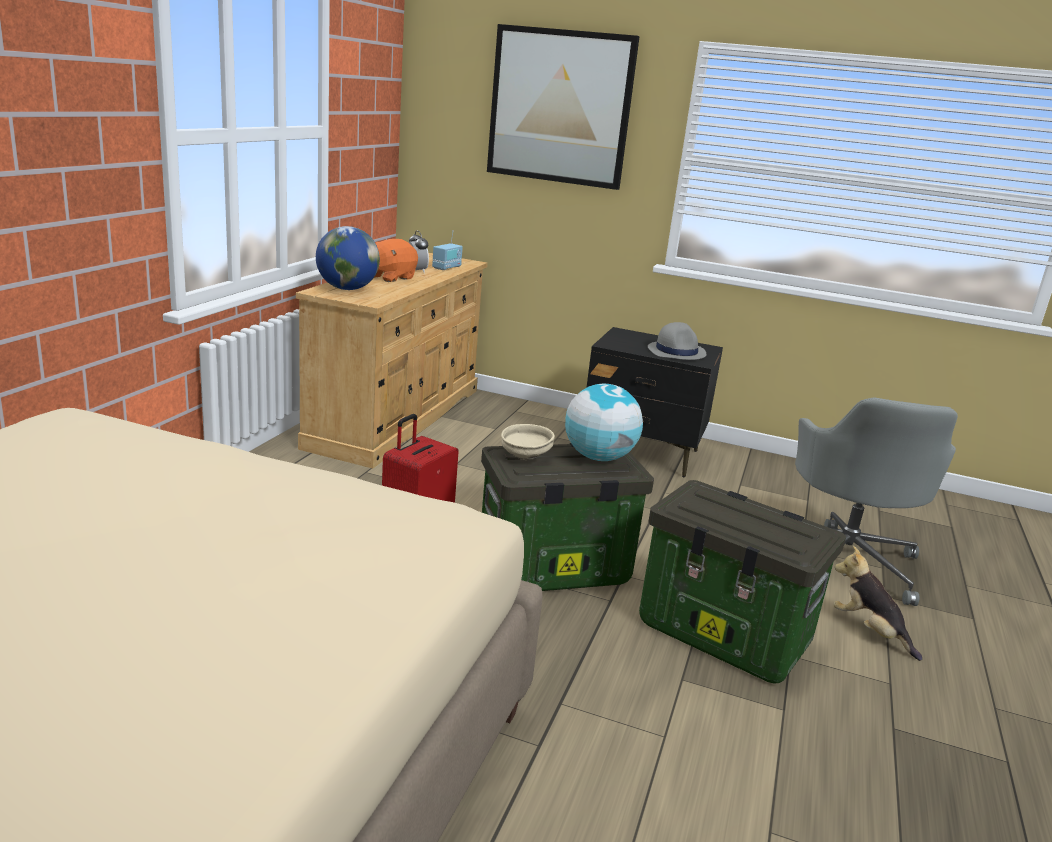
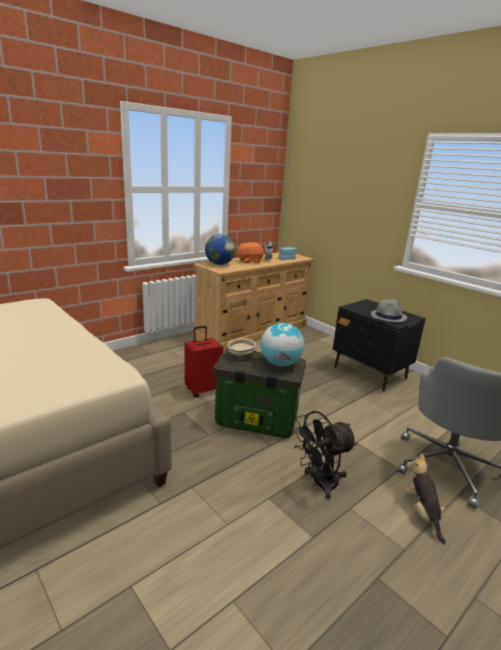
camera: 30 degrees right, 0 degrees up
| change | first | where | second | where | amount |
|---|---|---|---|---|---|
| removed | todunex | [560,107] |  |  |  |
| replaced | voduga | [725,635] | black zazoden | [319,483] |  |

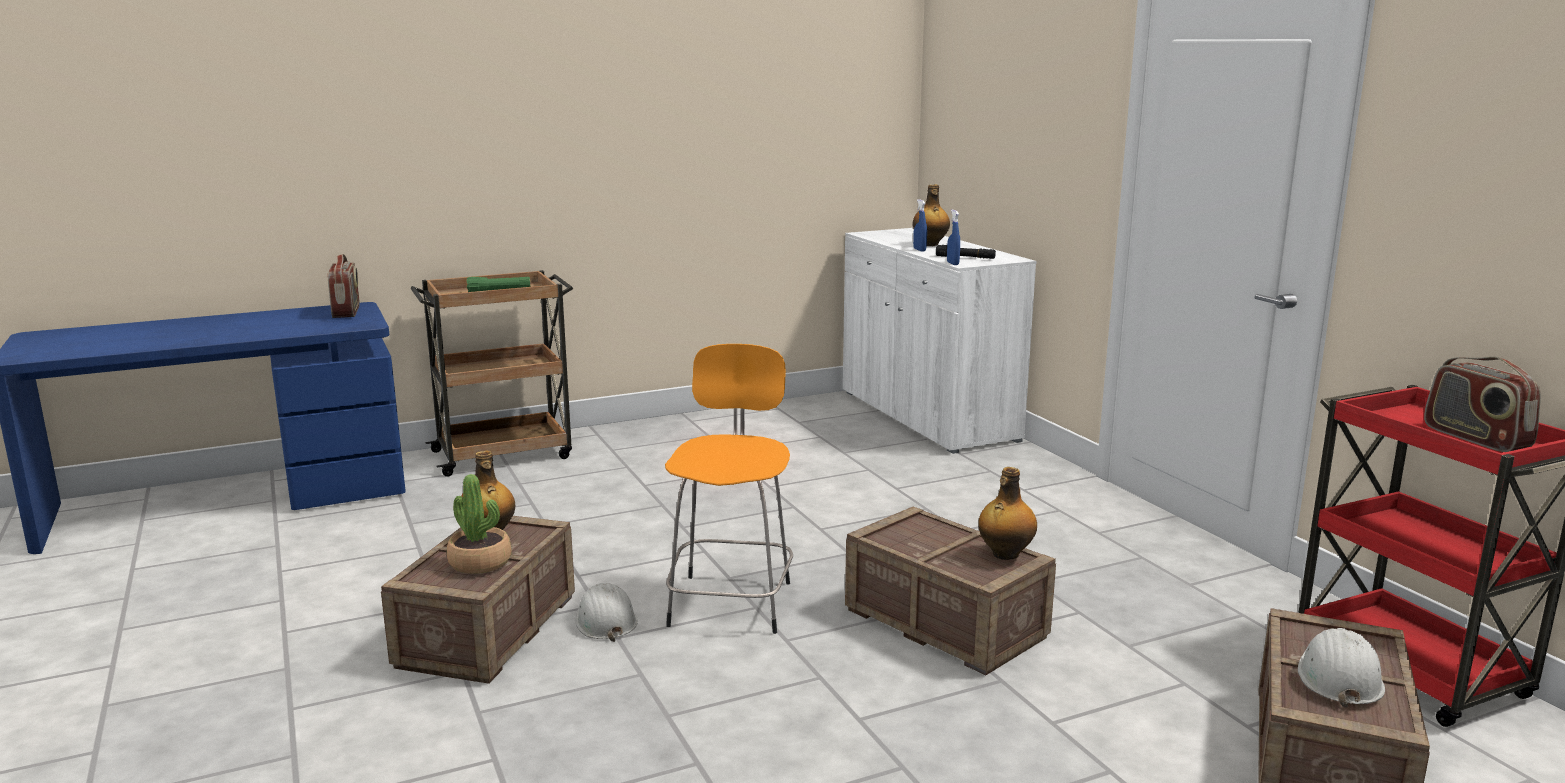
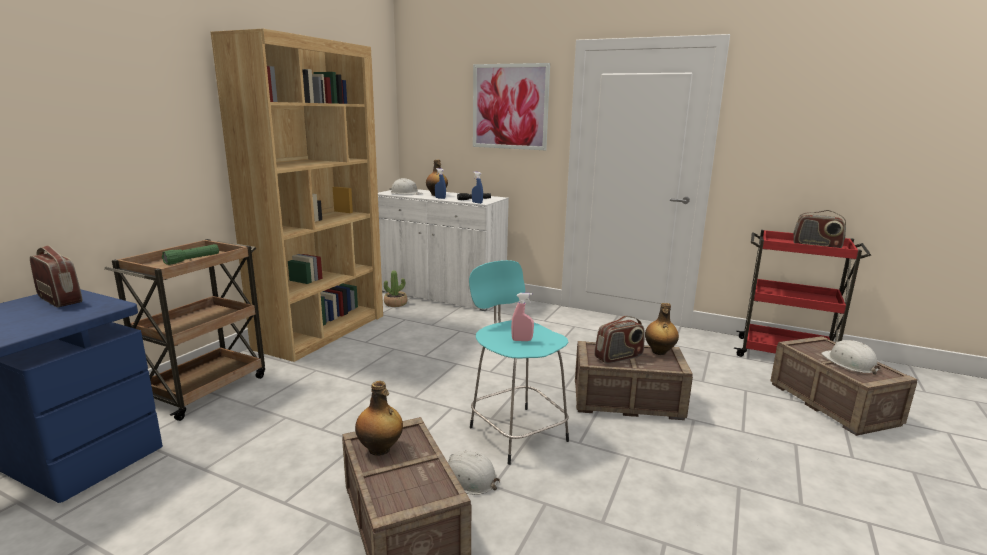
camera: 40 degrees left, 0 degrees up
| change | first | where | second | where | amount |
|---|---|---|---|---|---|
| moved | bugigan | [480,562] |  | [395,303] |  |
| recoloured | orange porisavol | [731,601] | turquoise porisavol | [516,432] |  |
| added |  |  | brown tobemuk | [322,331] |  |
| added |  |  | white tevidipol | [405,193] |  |
| added |  |  | todunex | [510,107] |  |
| added |  |  | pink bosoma | [522,340] |  |
| added |  |  | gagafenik | [619,357] |  |

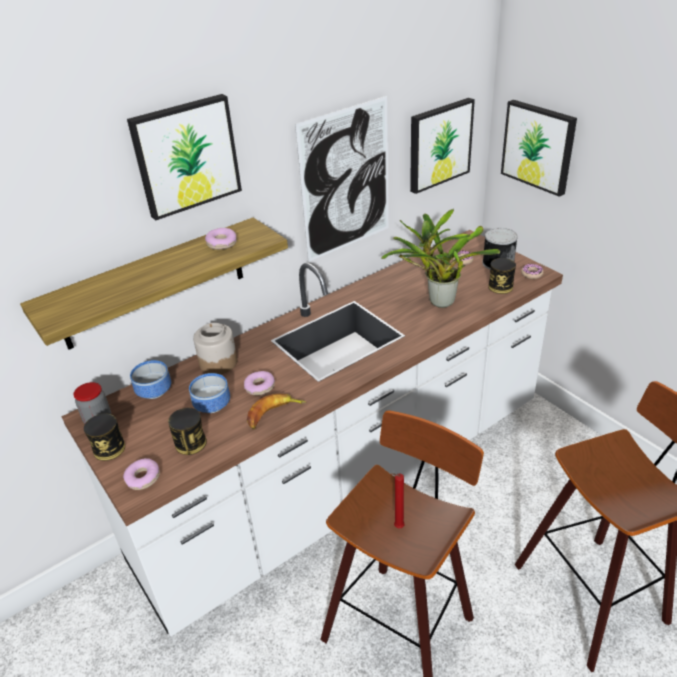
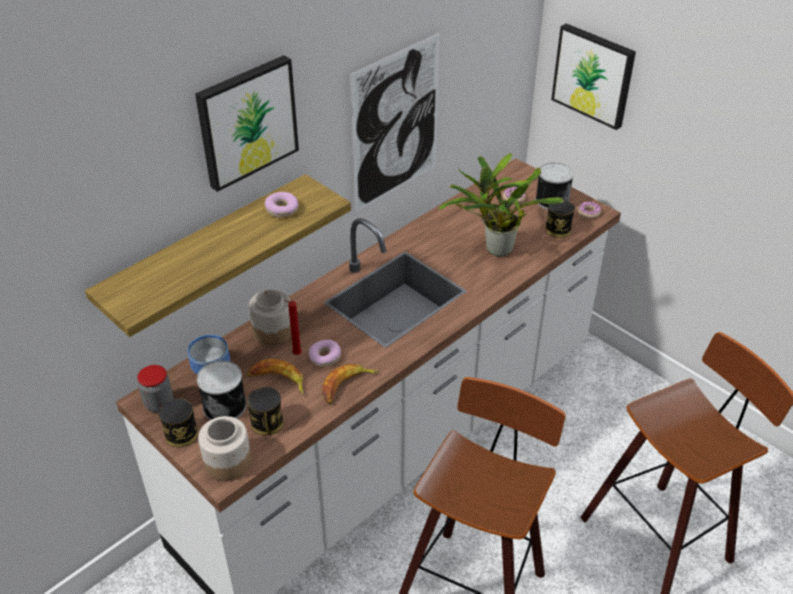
camera: 10 degrees left, 5 degrees up
| change | first | where | second | where | amount |
|---|---|---|---|---|---|
| replaced | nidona | [143,478] | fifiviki | [227,463] |  |
| replaced | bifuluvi | [210,406] | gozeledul | [277,381] |  |
| moved | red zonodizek | [397,527] |  | [295,355] |  |
| removed | todunex | [439,144] |  |  |  |
| added |  |  | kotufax | [225,405] |  |

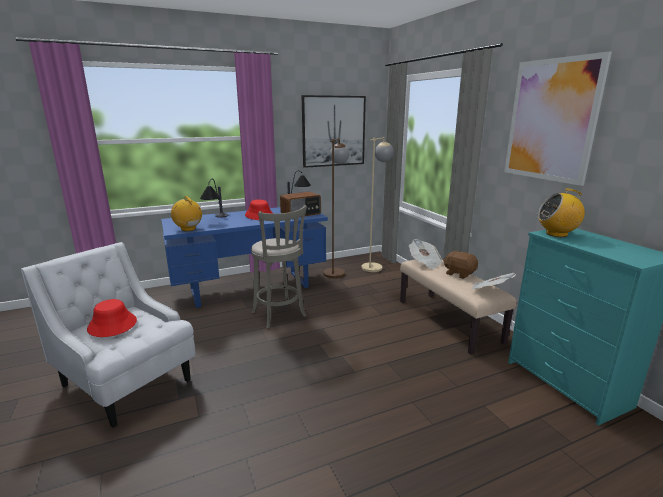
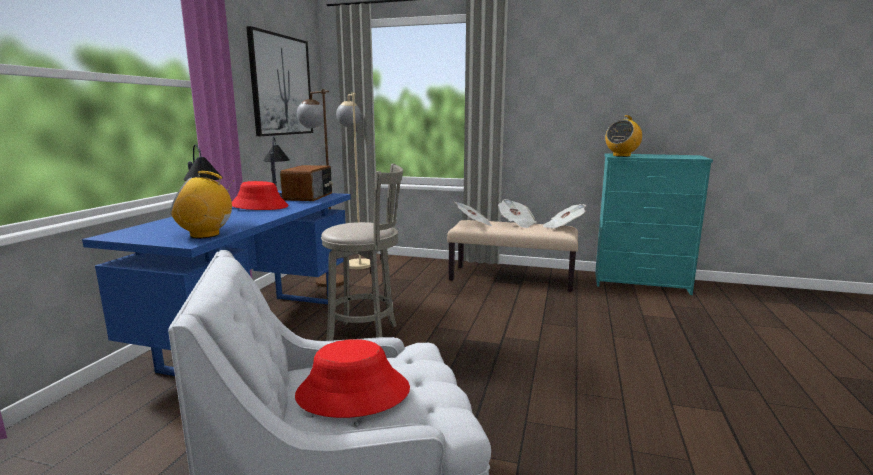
camera: 50 degrees left, 5 degrees down
| change | first | where | second | where | amount |
|---|---|---|---|---|---|
| replaced | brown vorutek | [459,274] | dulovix | [516,224] |  |
| removed | todunex | [551,120] |  |  |  |

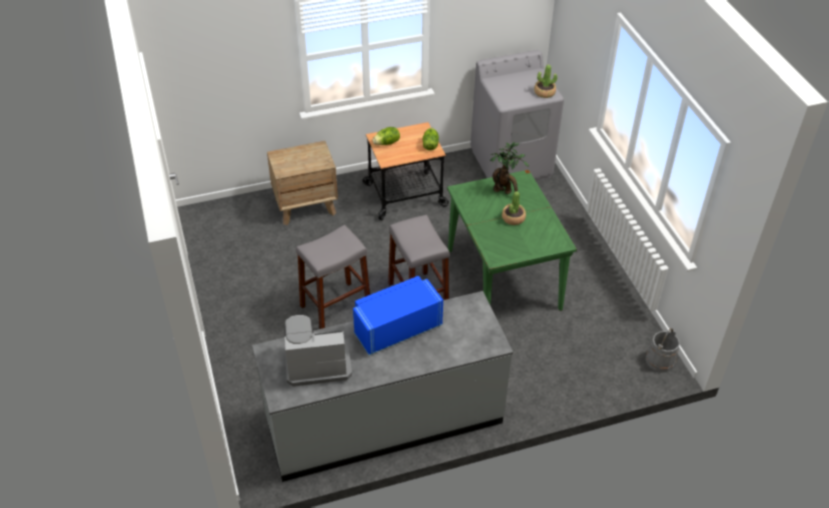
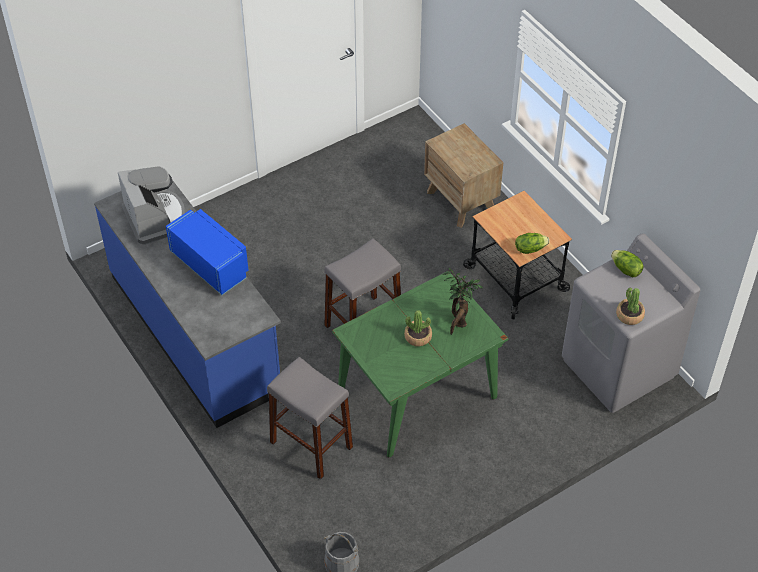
camera: 75 degrees right, 5 degrees up
| change | first | where | second | where | amount |
|---|---|---|---|---|---|
| recoloured | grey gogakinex | [384,420] | blue gogakinex | [196,333] |  |
| moved | grey porisavol | [335,306] |  | [311,444] |  |
| moved | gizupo | [387,143] |  | [625,270] |  |

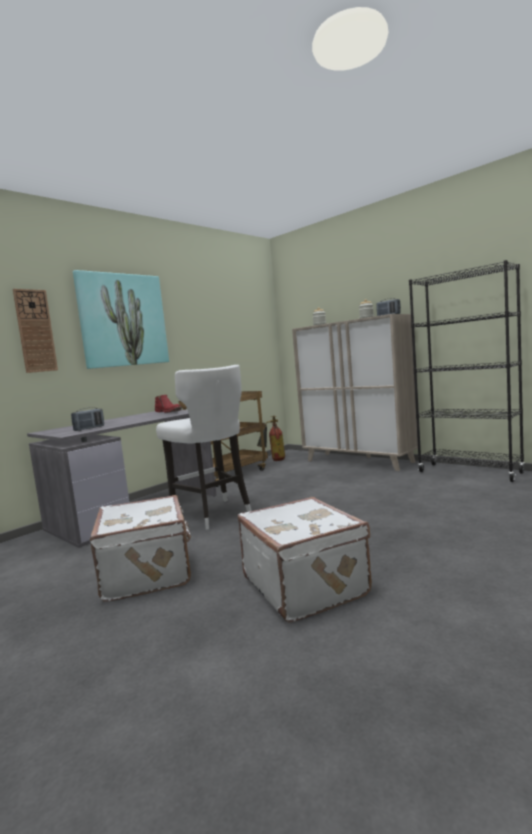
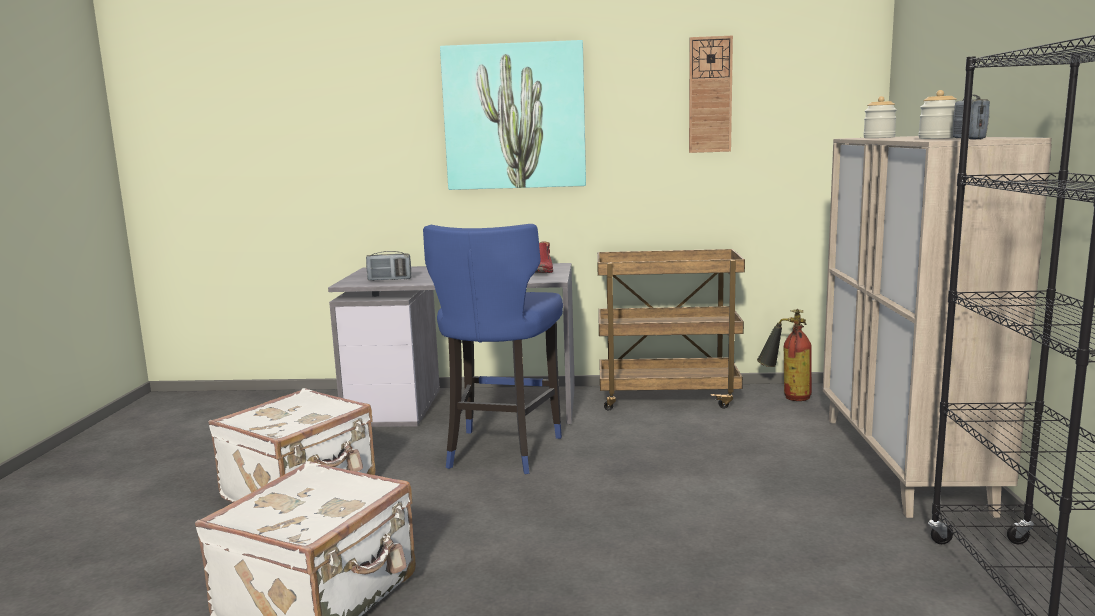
camera: 50 degrees right, 5 degrees up
| change | first | where | second | where | amount |
|---|---|---|---|---|---|
| moved | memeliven | [35,331] |  | [710,95] |  |
| recoloured | white porisavol | [212,514] | blue porisavol | [501,450] |  |

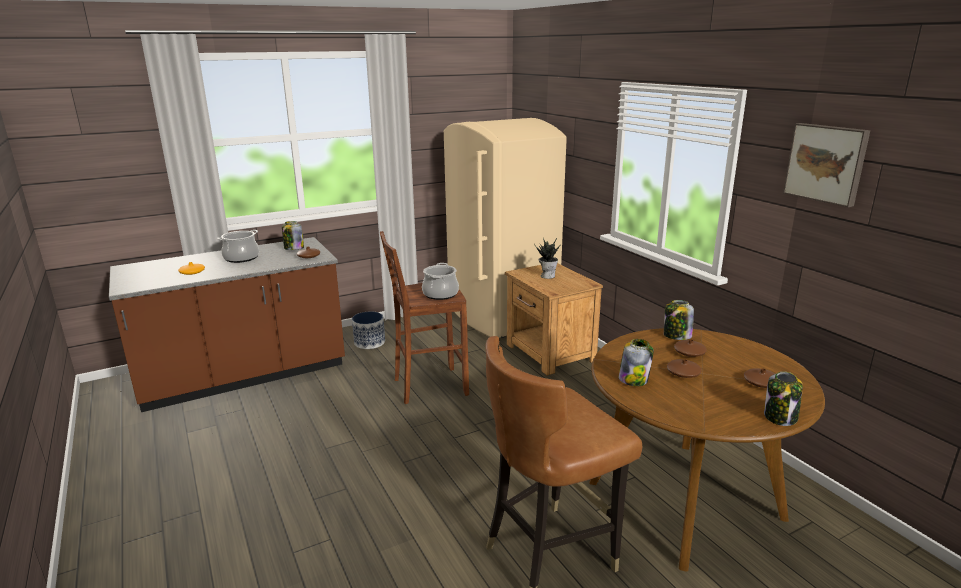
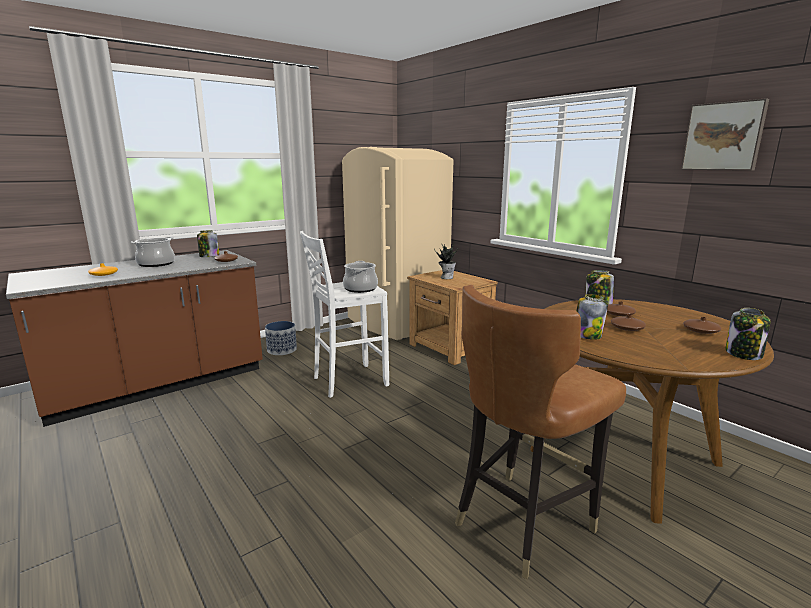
camera: 10 degrees left, 5 degrees down
| change | first | where | second | where | amount |
|---|---|---|---|---|---|
| recoloured | brown porisavol | [428,386] | white porisavol | [348,381] |  |

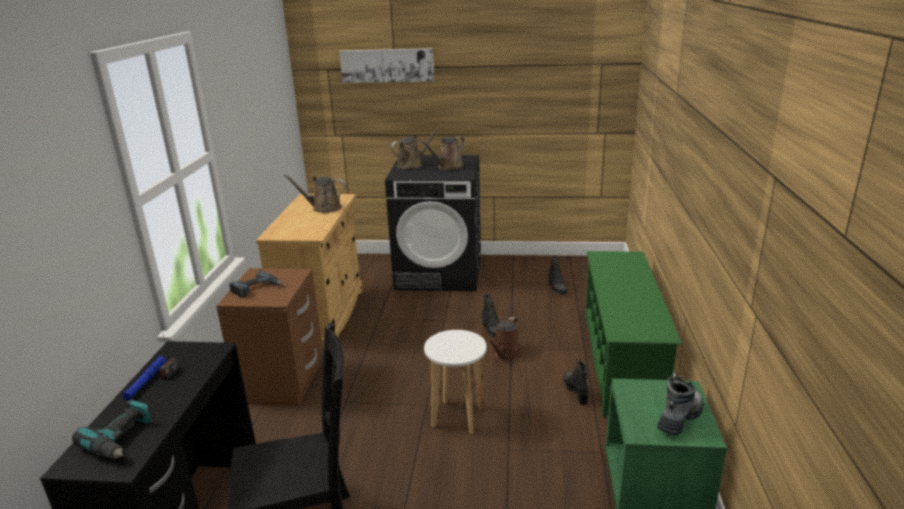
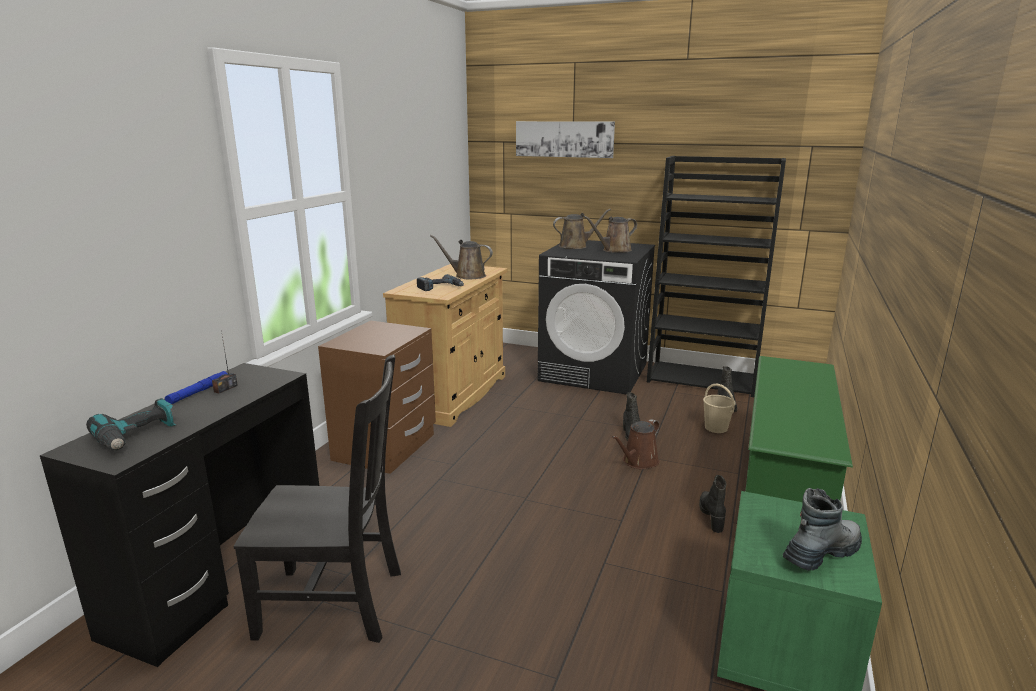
camera: 15 degrees right, 5 degrees down
| change | first | where | second | where | amount |
|---|---|---|---|---|---|
| moved | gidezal | [256,288] |  | [440,287] |  |
| removed | white porisavol | [458,417] |  |  |  |
| added |  |  | black tobemuk | [703,379] |  |
| added |  |  | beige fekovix | [716,428] |  |

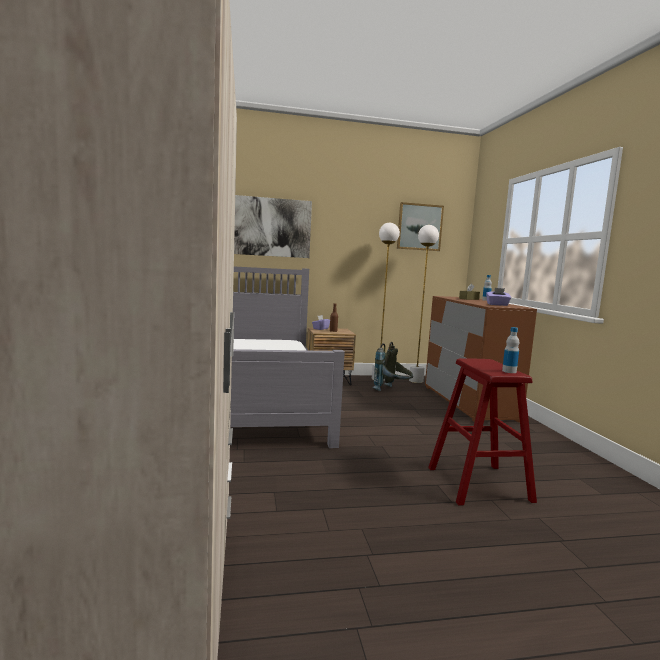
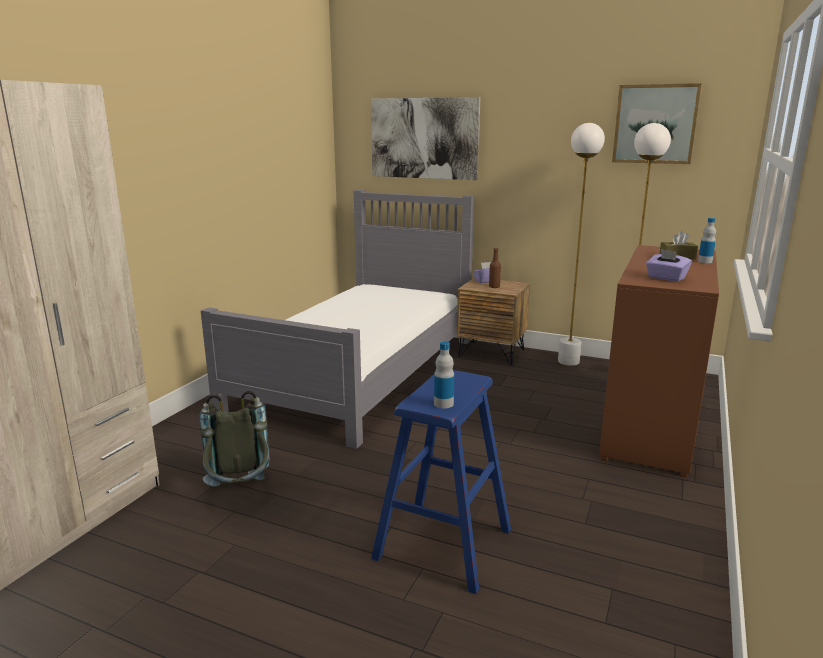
camera: 35 degrees right, 10 degrees up
| change | first | where | second | where | amount |
|---|---|---|---|---|---|
| moved | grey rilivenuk | [393,391] |  | [240,493] |  |
| recoloured | red porisavol | [478,484] | blue porisavol | [443,543] |  |

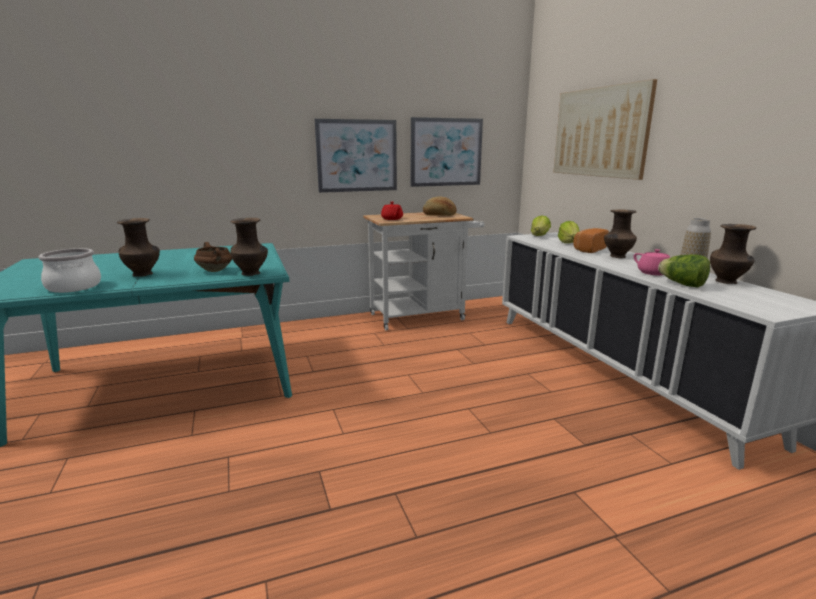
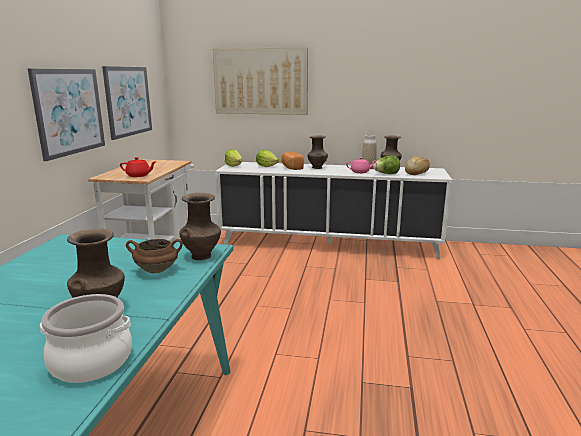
camera: 60 degrees left, 0 degrees up
| change | first | where | second | where | amount |
|---|---|---|---|---|---|
| moved | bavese | [439,215] |  | [416,173] |  |

